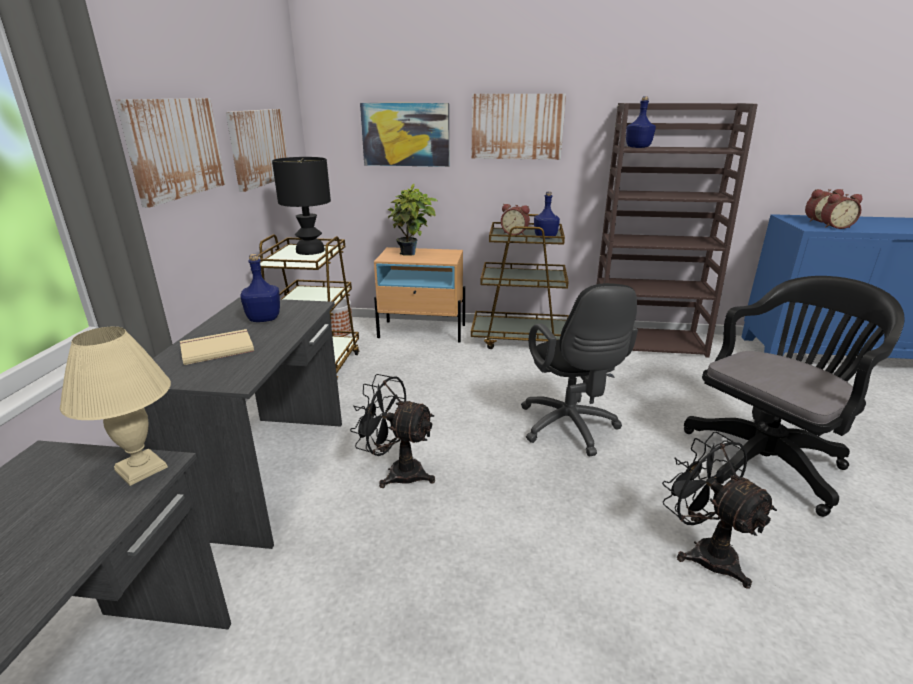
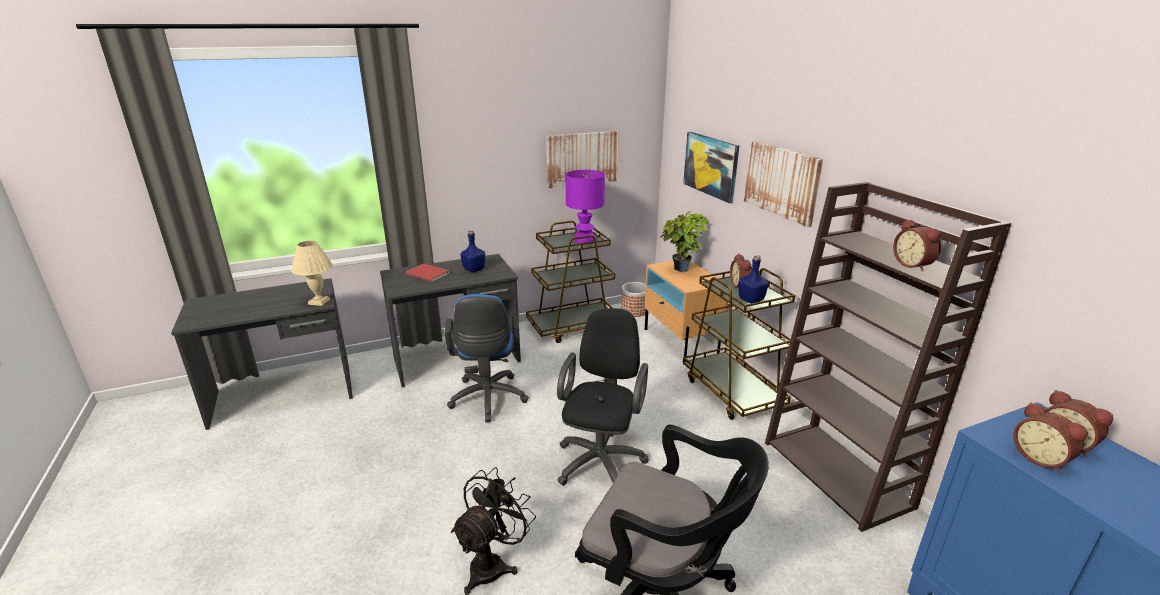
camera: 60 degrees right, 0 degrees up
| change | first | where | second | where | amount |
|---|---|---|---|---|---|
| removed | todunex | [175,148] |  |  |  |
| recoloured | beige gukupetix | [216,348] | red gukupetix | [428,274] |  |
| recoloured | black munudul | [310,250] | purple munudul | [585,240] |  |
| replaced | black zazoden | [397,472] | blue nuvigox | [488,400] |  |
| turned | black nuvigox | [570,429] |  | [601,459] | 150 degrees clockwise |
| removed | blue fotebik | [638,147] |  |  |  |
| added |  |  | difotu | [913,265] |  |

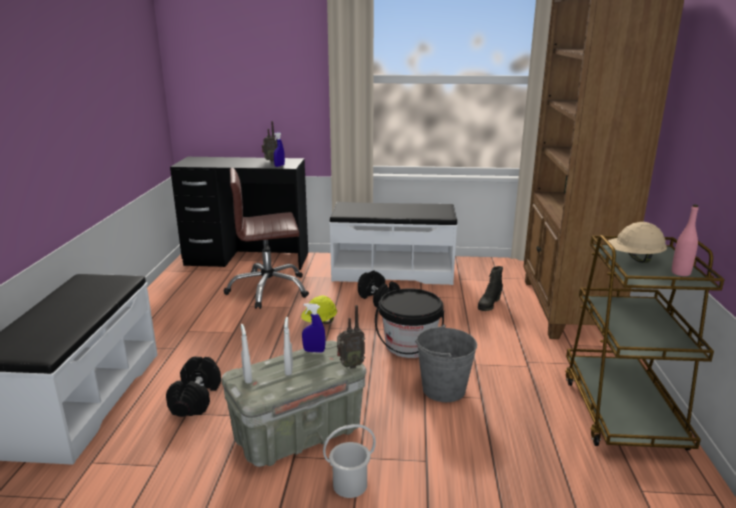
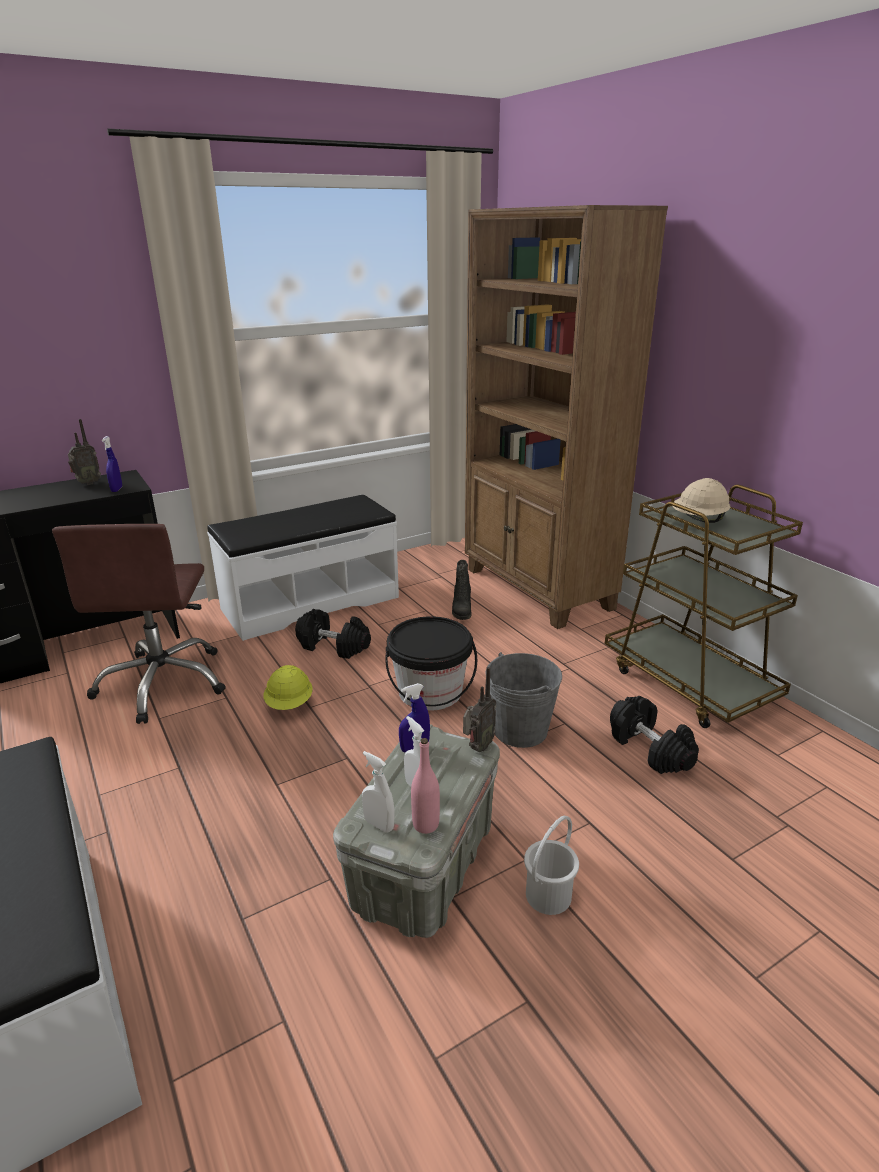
camera: 35 degrees left, 5 degrees up
| change | first | where | second | where | amount |
|---|---|---|---|---|---|
| moved | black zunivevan | [196,399] |  | [650,749] |  |
| turned | brown nuvigox | [268,290] |  | [163,683] | 45 degrees counterclockwise |
| moved | pink fotebik | [680,273] |  | [425,824] |  |

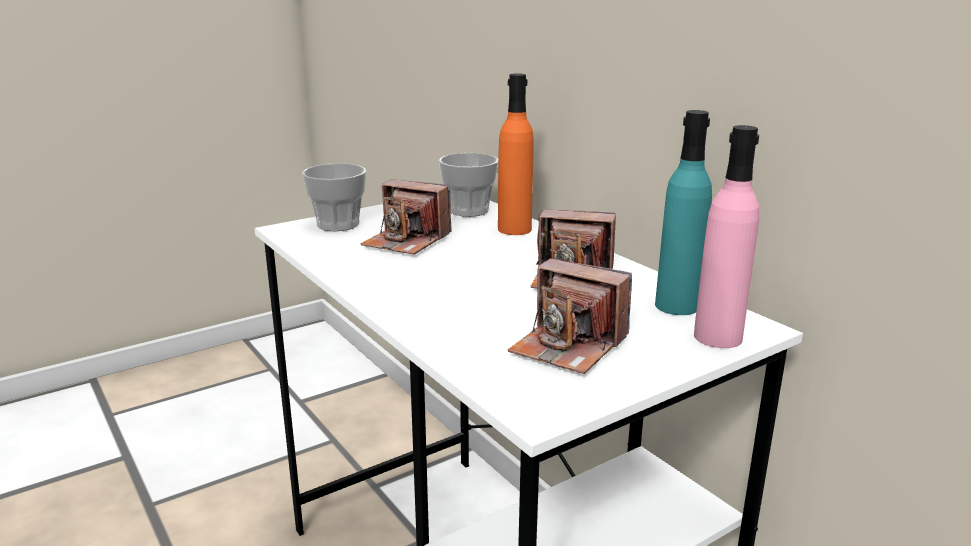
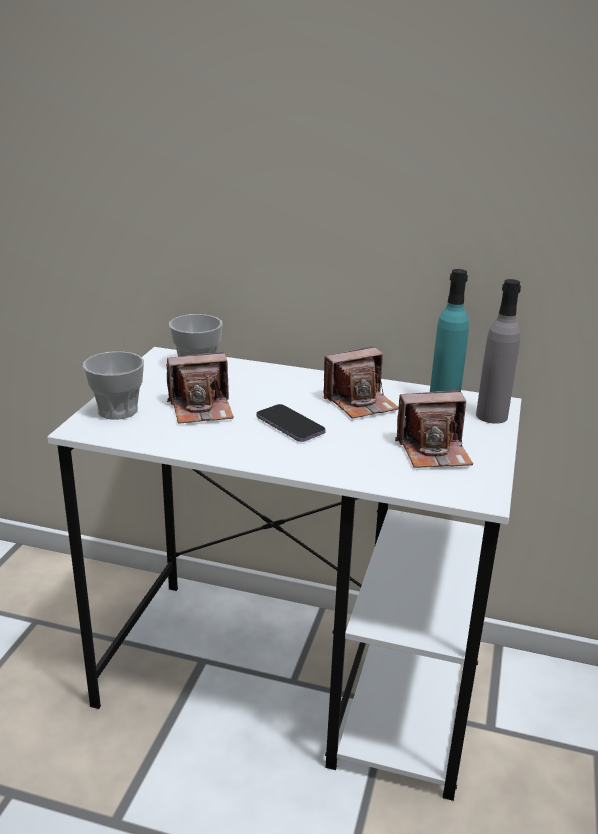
camera: 40 degrees left, 5 degrees up
| change | first | where | second | where | amount |
|---|---|---|---|---|---|
| removed | orange fotebik | [514,229] |  |  |  |
| recoloured | pink fotebik | [717,337] | grey fotebik | [491,416] |  |
| added |  |  | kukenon | [290,425] |  |

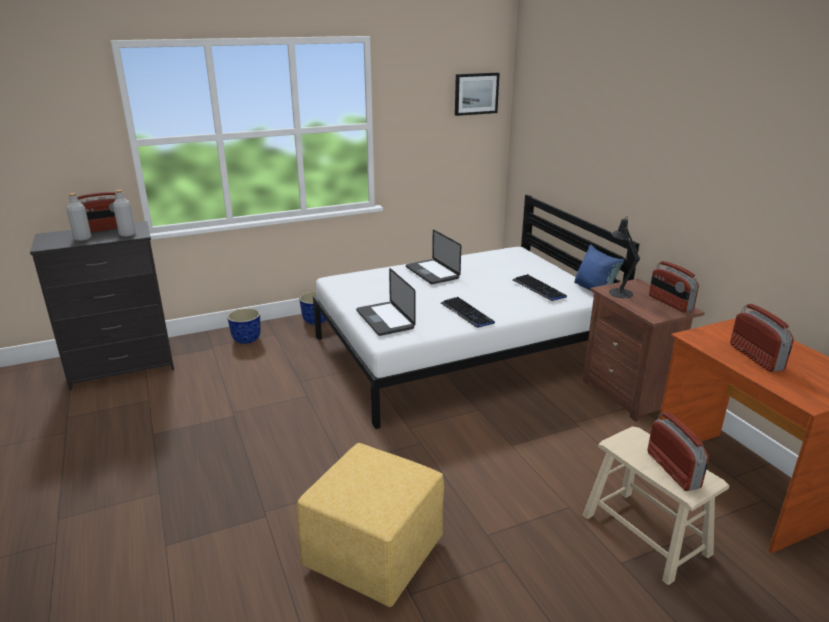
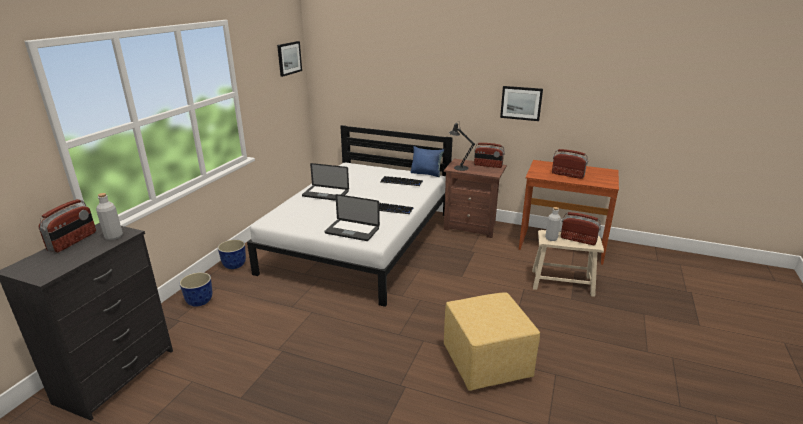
camera: 45 degrees left, 0 degrees up
| change | first | where | second | where | amount |
|---|---|---|---|---|---|
| moved | grey fotebik | [82,238] |  | [551,238] |  |
| added |  |  | todunex | [521,103] |  |

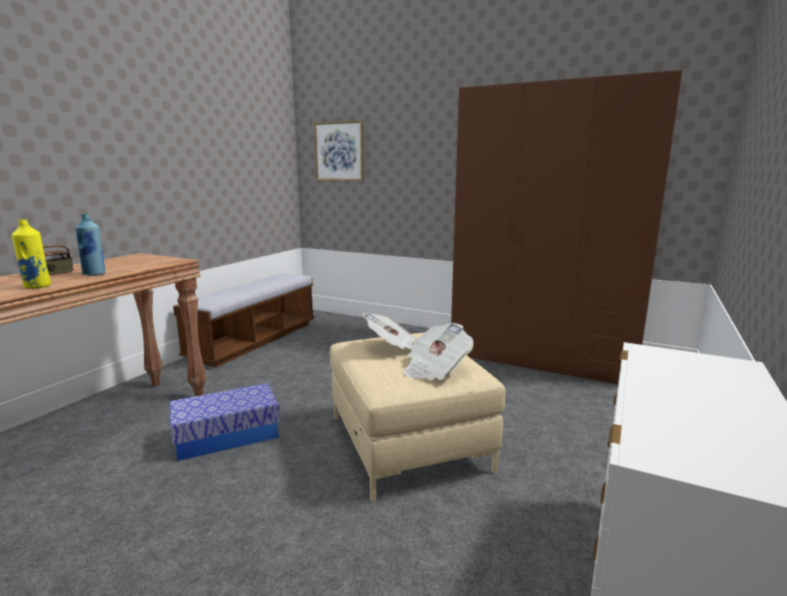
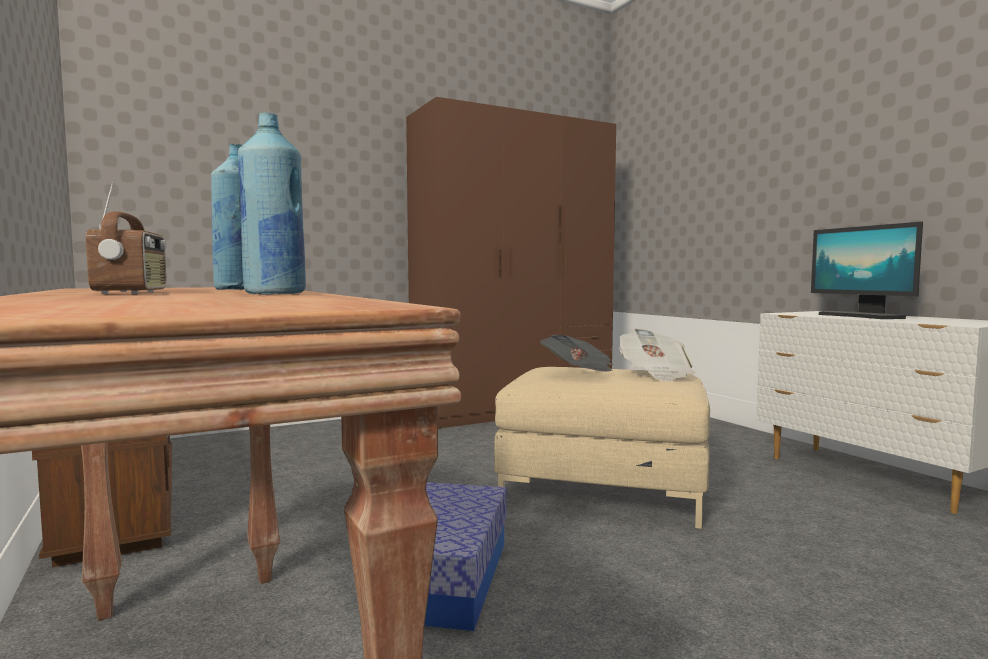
camera: 55 degrees left, 10 degrees down
| change | first | where | second | where | amount |
|---|---|---|---|---|---|
| recoloured | yellow fotebik | [37,286] | blue fotebik | [274,293] |  |
| removed | todunex | [339,151] |  |  |  |
| added |  |  | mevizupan | [860,316] |  |

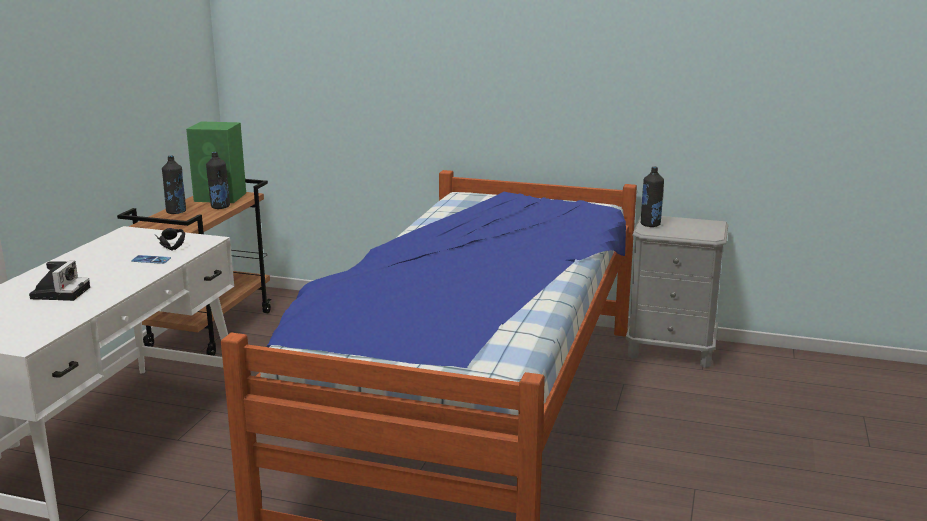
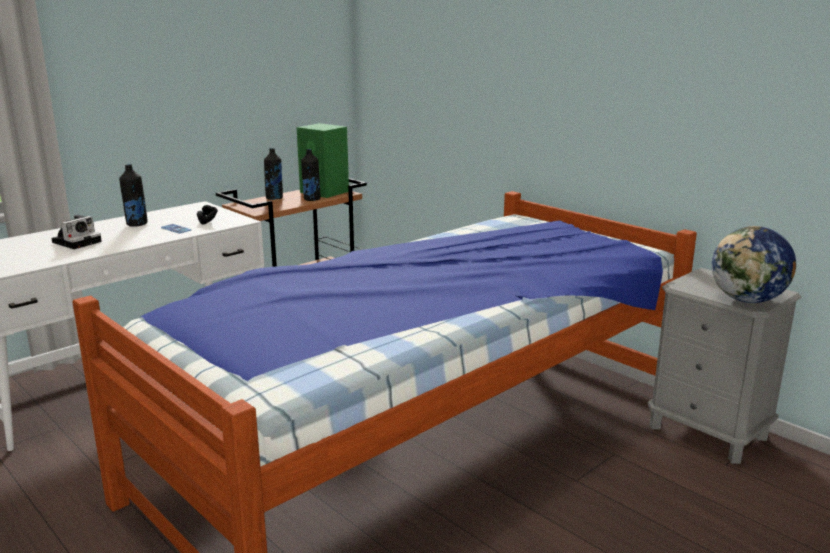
camera: 30 degrees right, 0 degrees up
| change | first | where | second | where | amount |
|---|---|---|---|---|---|
| moved | black fotebik | [650,224] |  | [136,224] |  |
| added |  |  | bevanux | [747,300] |  |

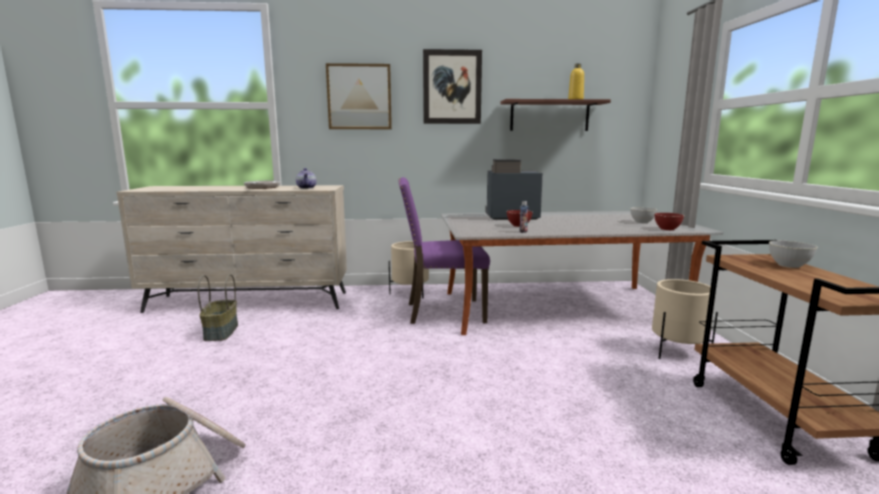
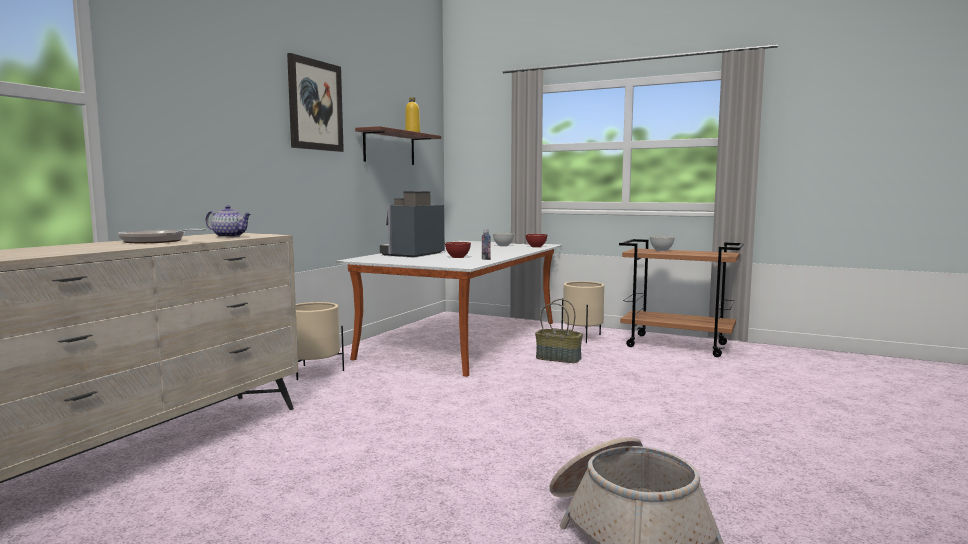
camera: 60 degrees left, 5 degrees down
| change | first | where | second | where | amount |
|---|---|---|---|---|---|
| moved | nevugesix | [222,332] |  | [559,358] |  |
| removed | todunex | [359,97] |  |  |  |
| removed | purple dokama | [443,312] |  |  |  |

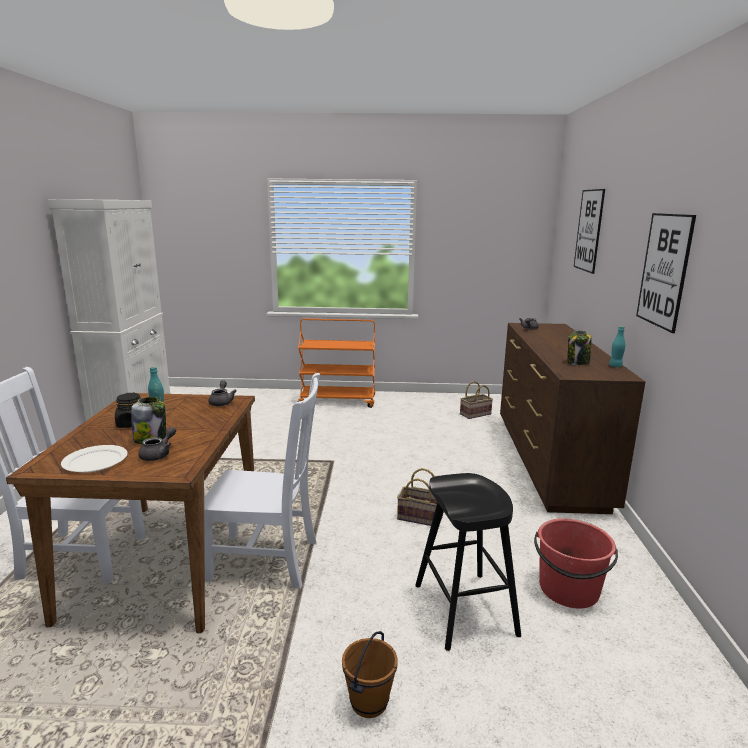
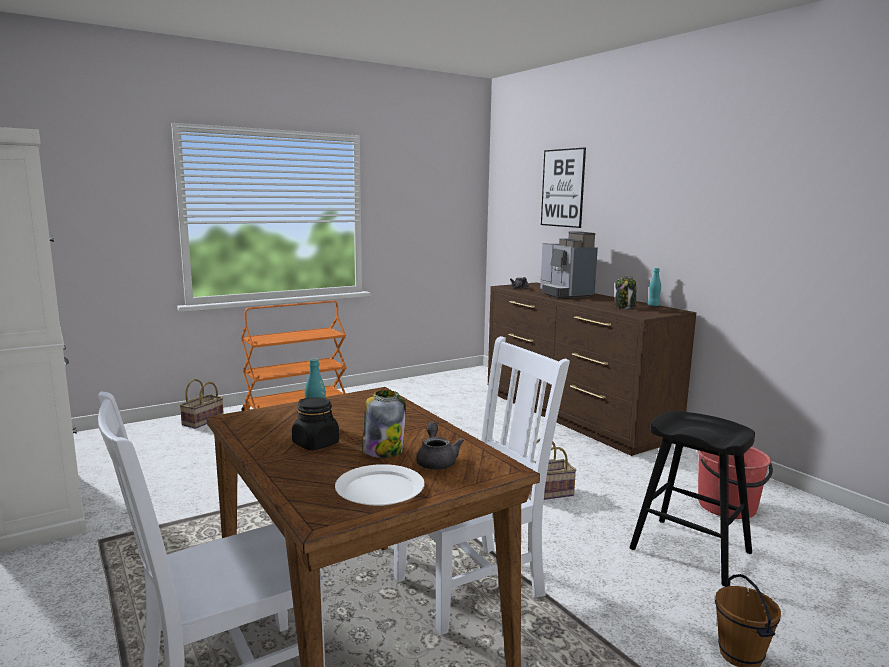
camera: 35 degrees left, 5 degrees down
| change | first | where | second | where | amount |
|---|---|---|---|---|---|
| removed | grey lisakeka | [222,402] |  |  |  |
| moved | nevugesix | [475,414] |  | [202,421] |  |
| removed | todunex | [664,270] |  |  |  |
| added |  |  | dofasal | [564,294] |  |

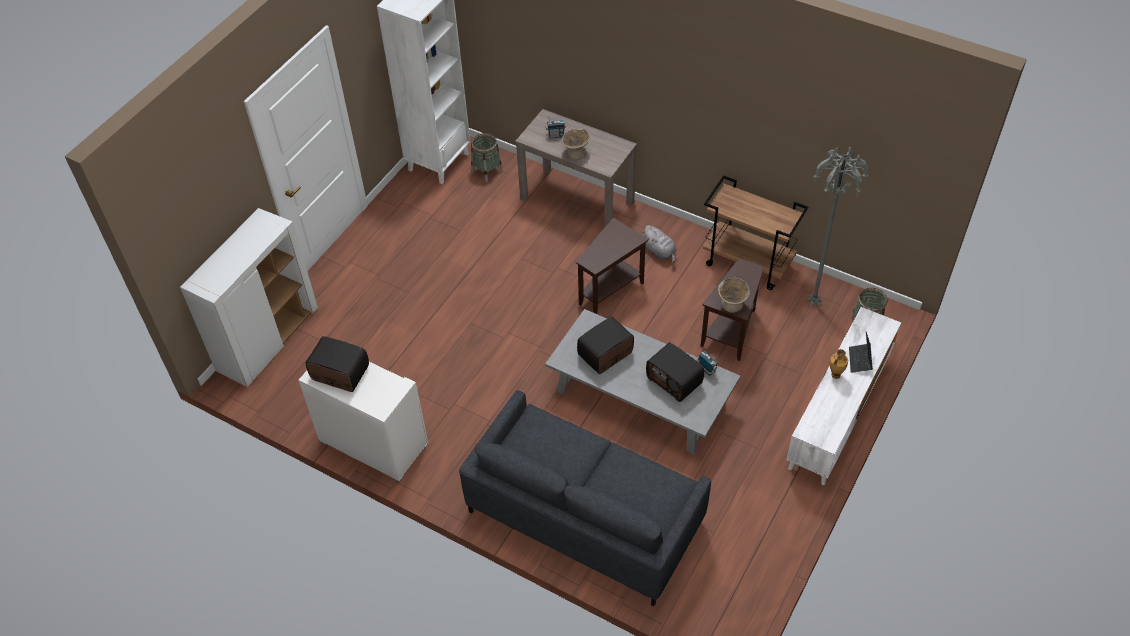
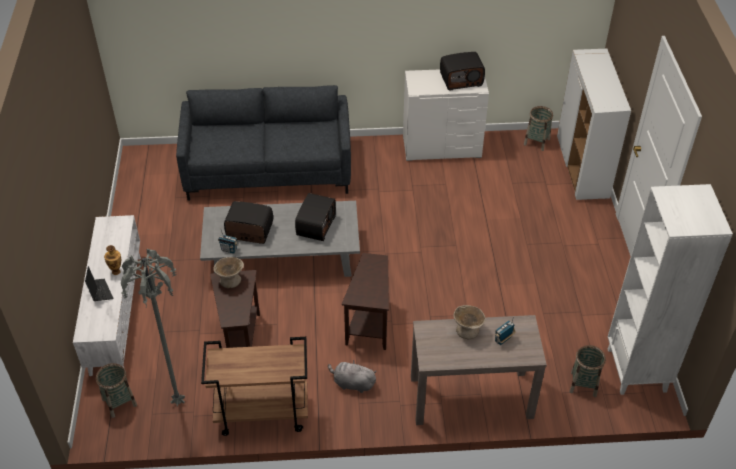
camera: 145 degrees right, 5 degrees down
| change | first | where | second | where | amount |
|---|---|---|---|---|---|
| added |  |  | nevugesix | [536,142] |  |

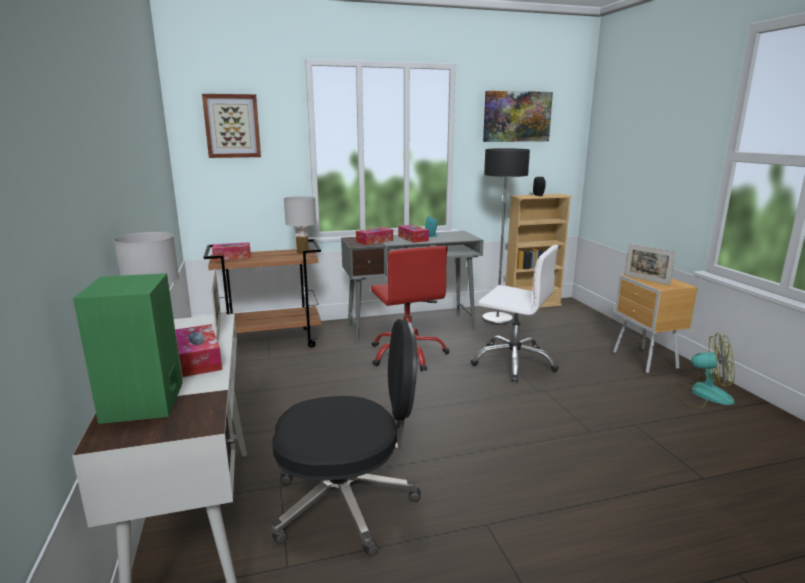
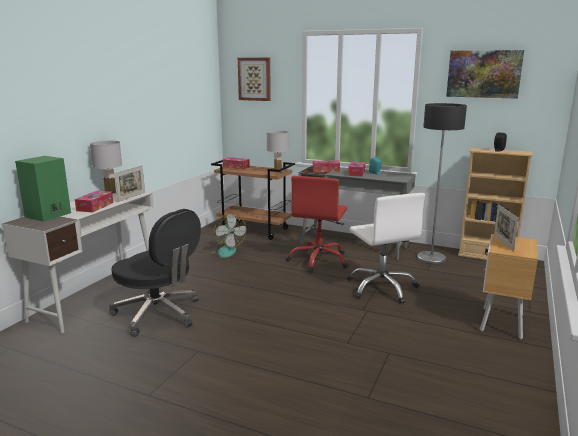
camera: 40 degrees right, 0 degrees up
| change | first | where | second | where | amount |
|---|---|---|---|---|---|
| moved | zazoden | [701,394] |  | [224,251] |  |

